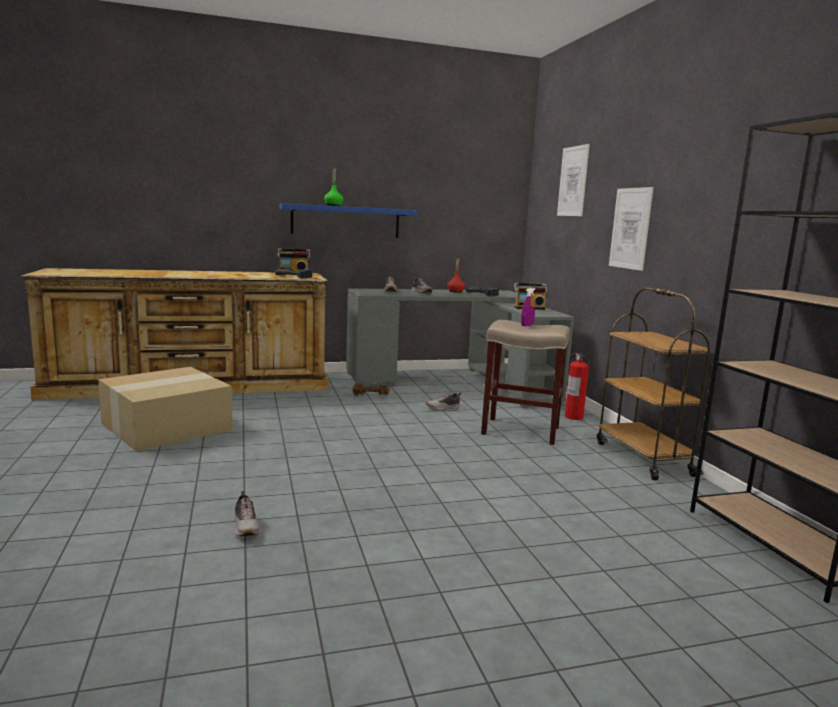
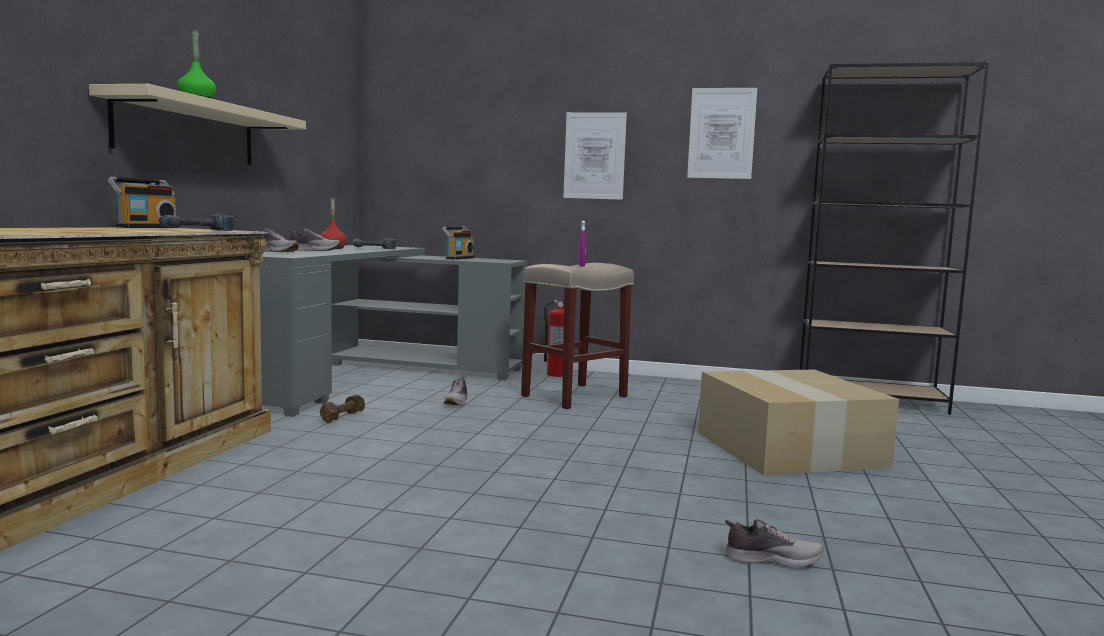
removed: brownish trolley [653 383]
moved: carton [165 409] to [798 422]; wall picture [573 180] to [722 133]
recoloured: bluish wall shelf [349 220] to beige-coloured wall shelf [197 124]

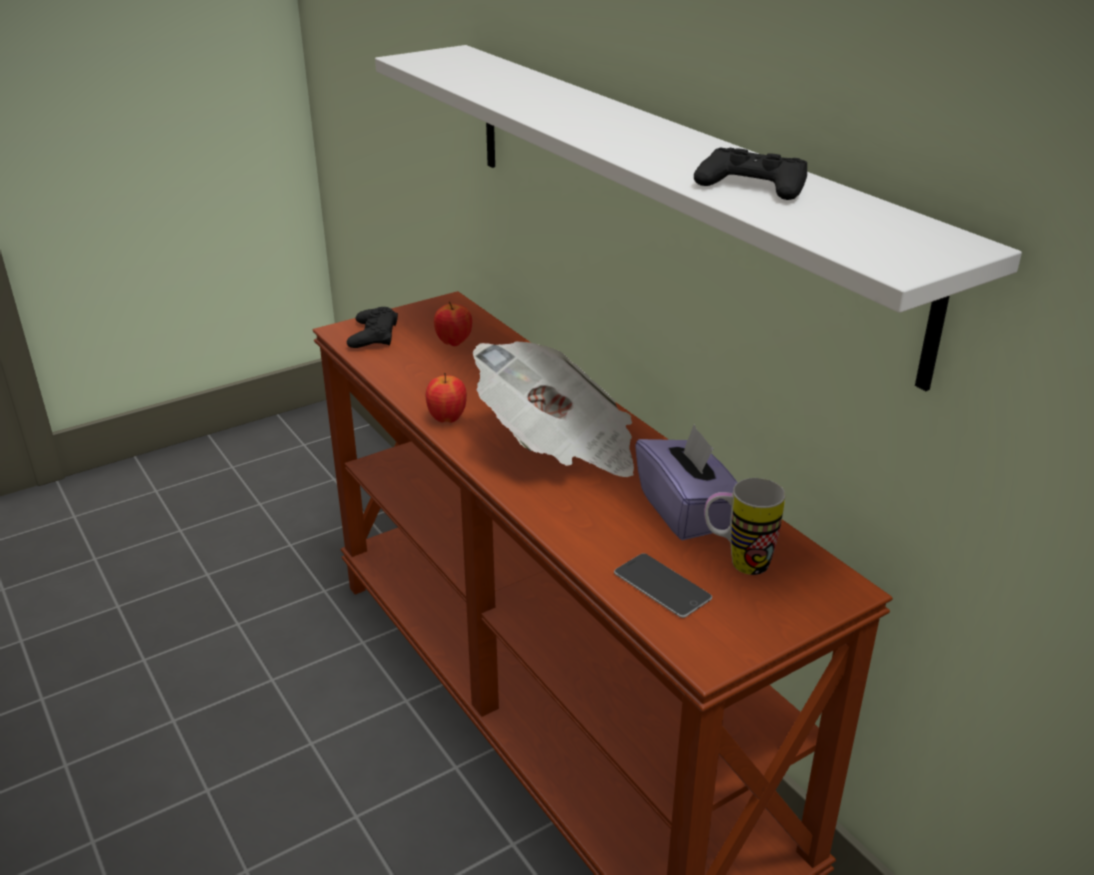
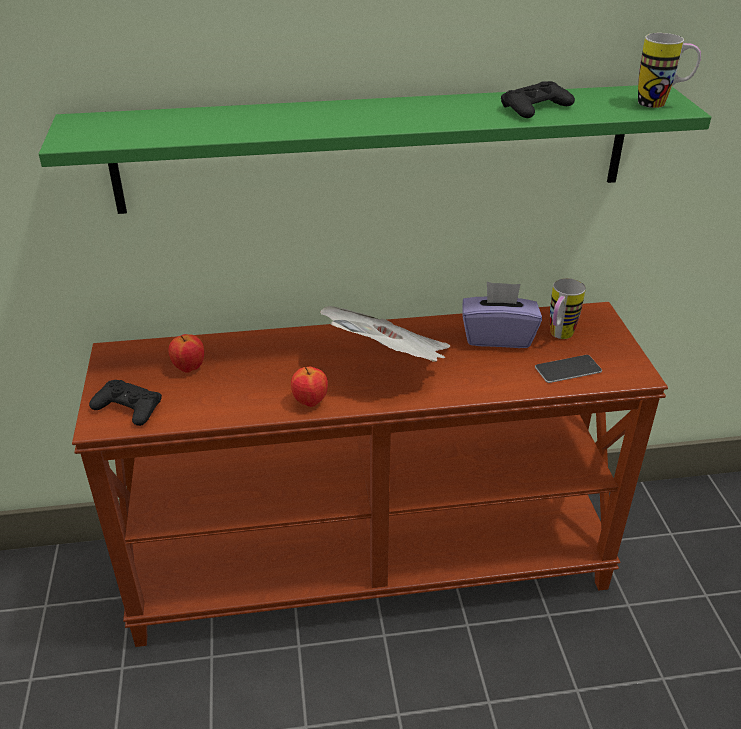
added: coffee mug [669 70]
recoloured: white-coloured wall shelf [698 218] to greenish wall shelf [375 149]

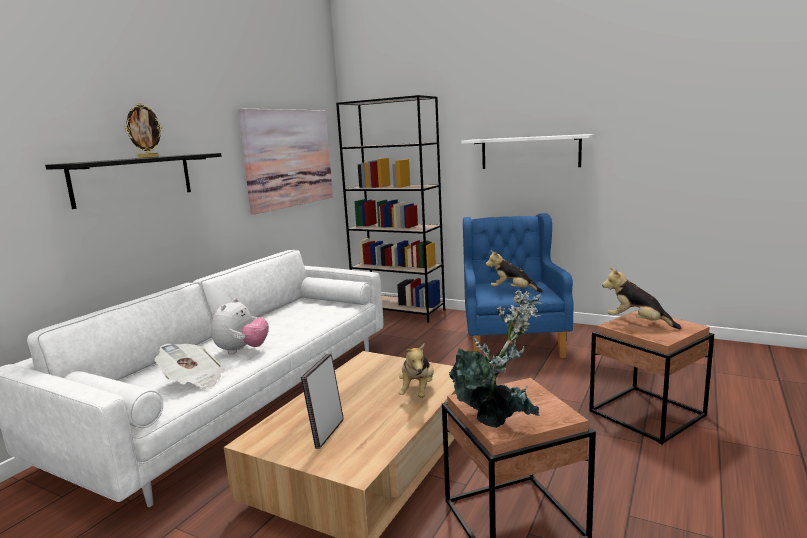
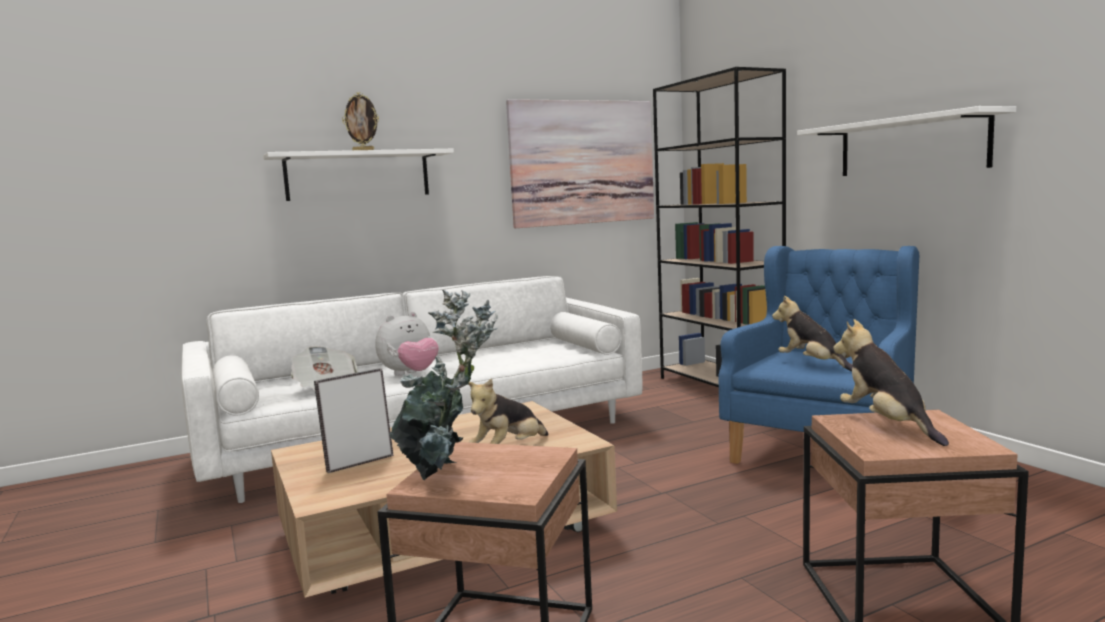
recoloured: black-coloured wall shelf [133 181] to white-coloured wall shelf [358 175]

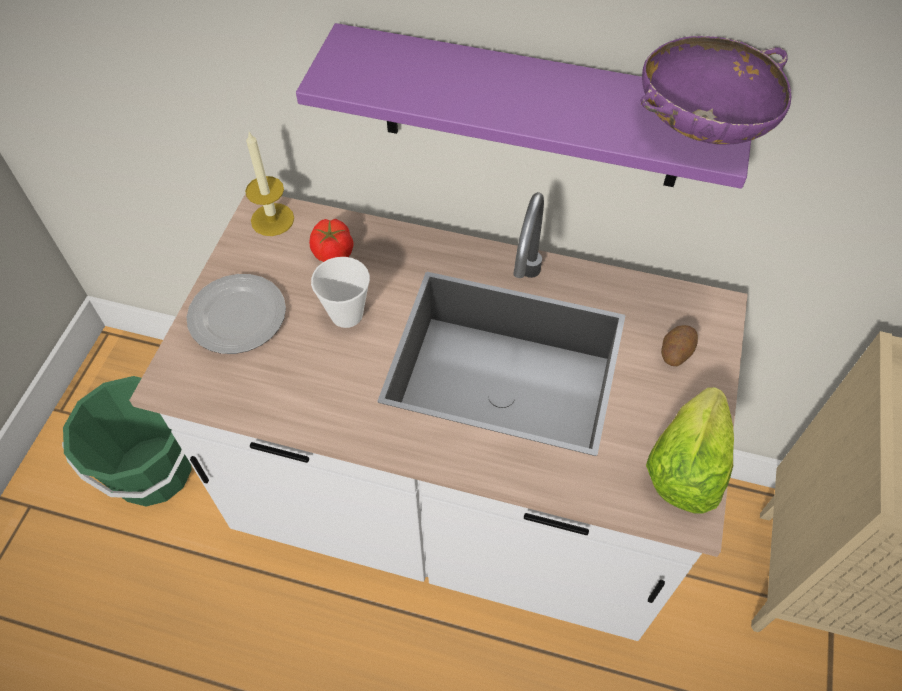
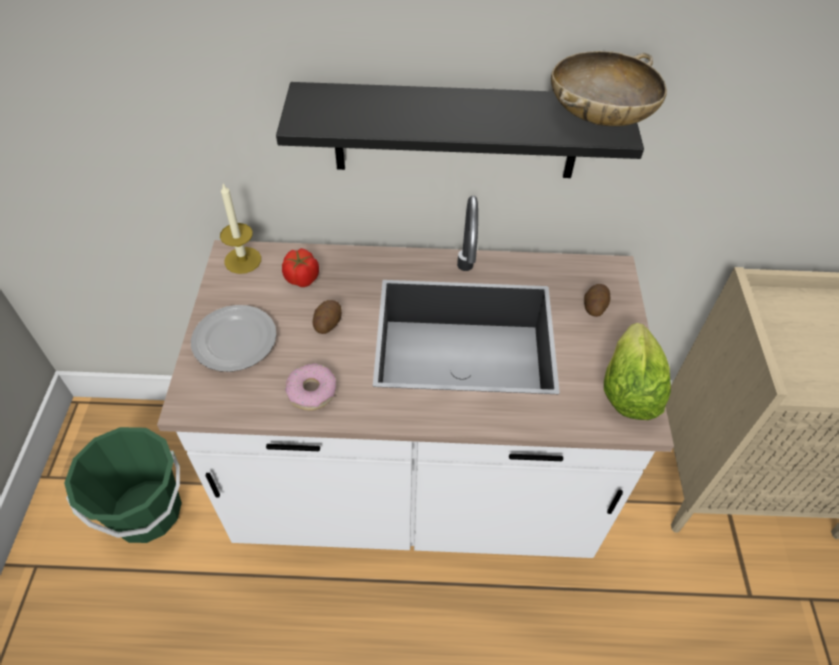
added: ring doughnut [310 387]
replaced: drinking cup [340 292] to potato [327 317]
recoloured: purple wall shelf [523 106] to black-coloured wall shelf [460 130]; purple deep dish [715 90] to beige-coloured deep dish [609 88]

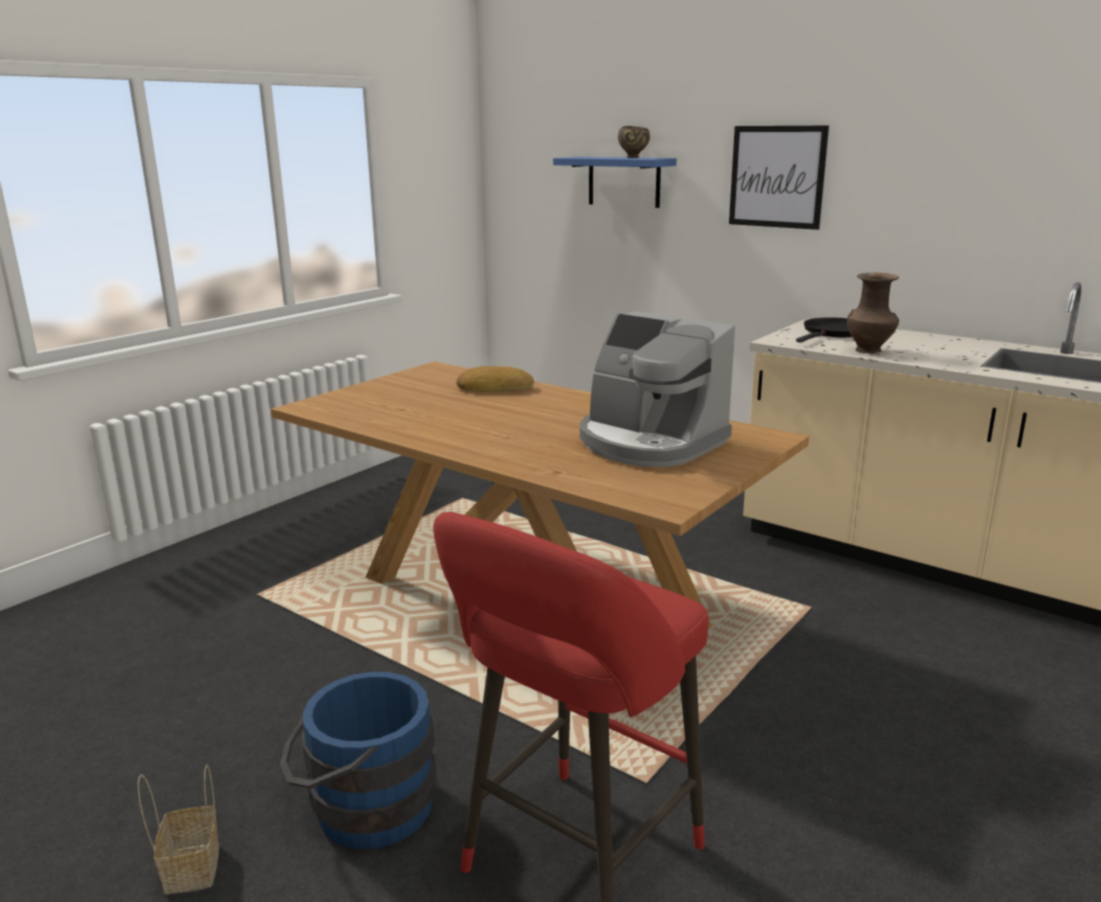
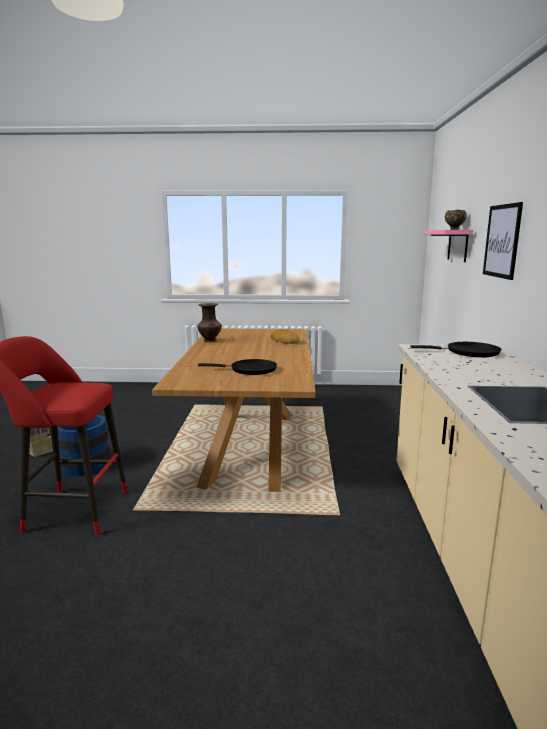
moved: brownish vase [873 313] to [209 322]
replaced: coffee maker [657 389] to black-coloured skillet [237 367]
recoloured: bluish wall shelf [615 182] to pink wall shelf [448 246]

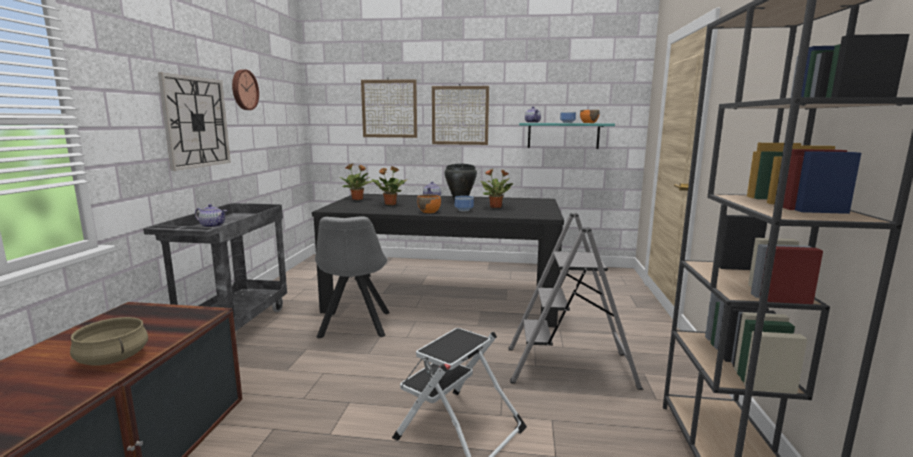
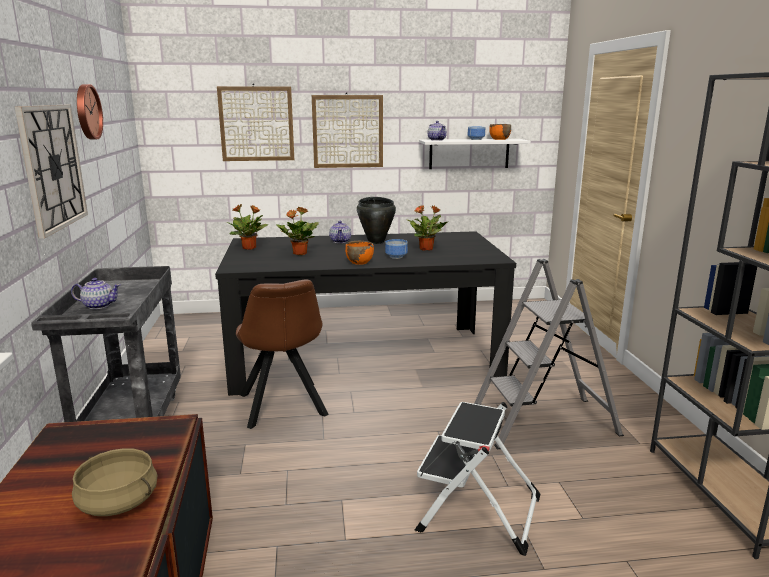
recoloured: gray plain chair [352 277] to brownish plain chair [282 354]; turquoise-coloured wall shelf [567 136] to white-coloured wall shelf [475 154]

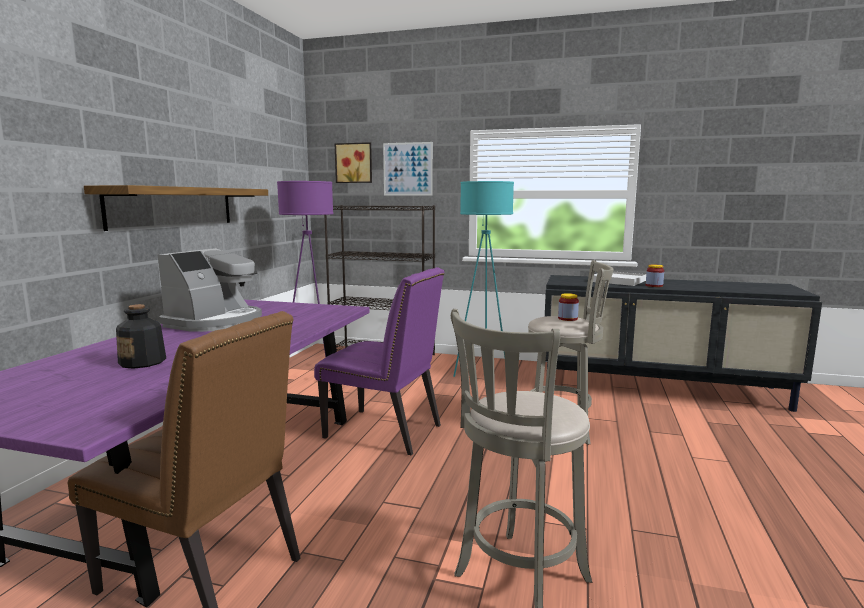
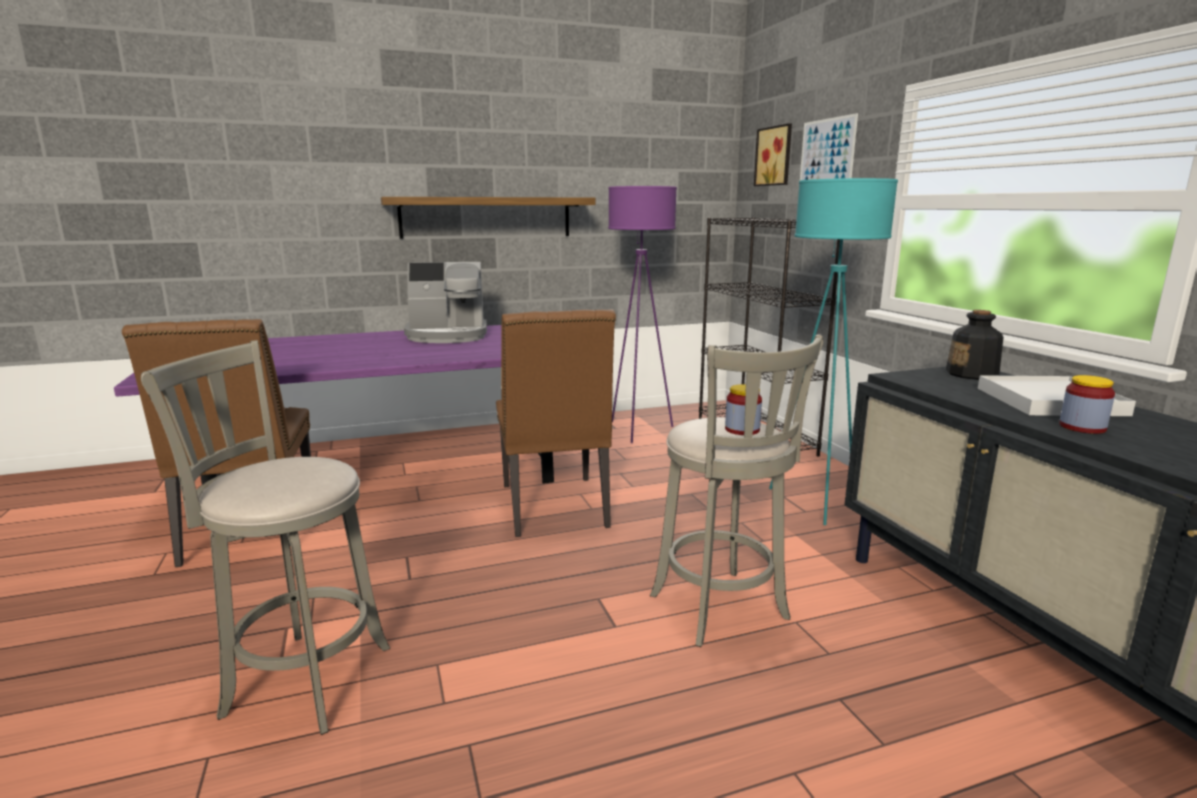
moved: bottle [141 336] to [974 345]
recoloured: purple plain chair [379 361] to brownish plain chair [556 423]

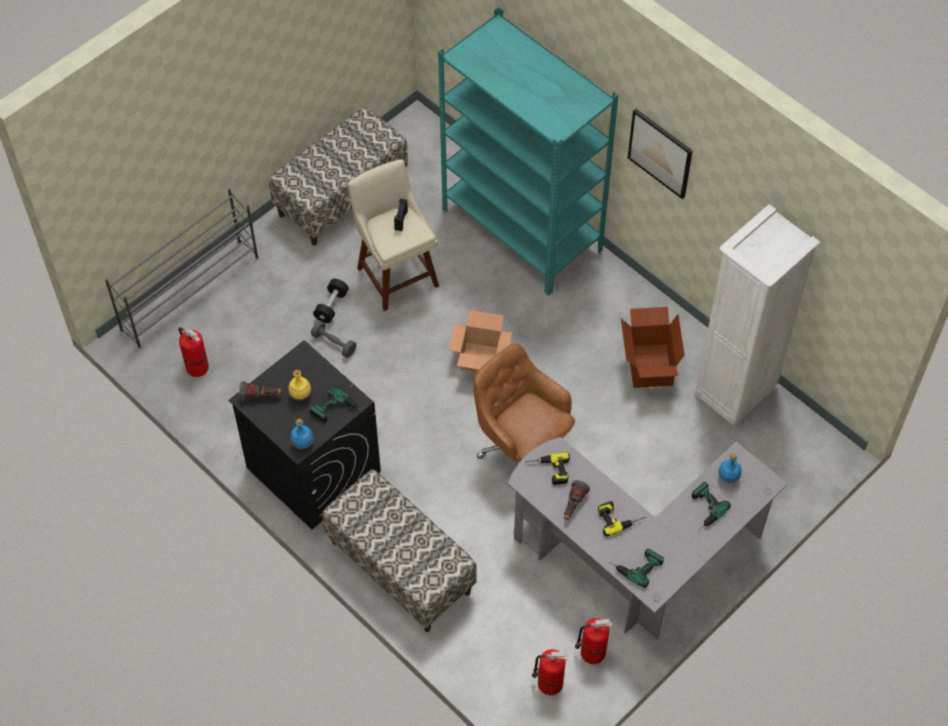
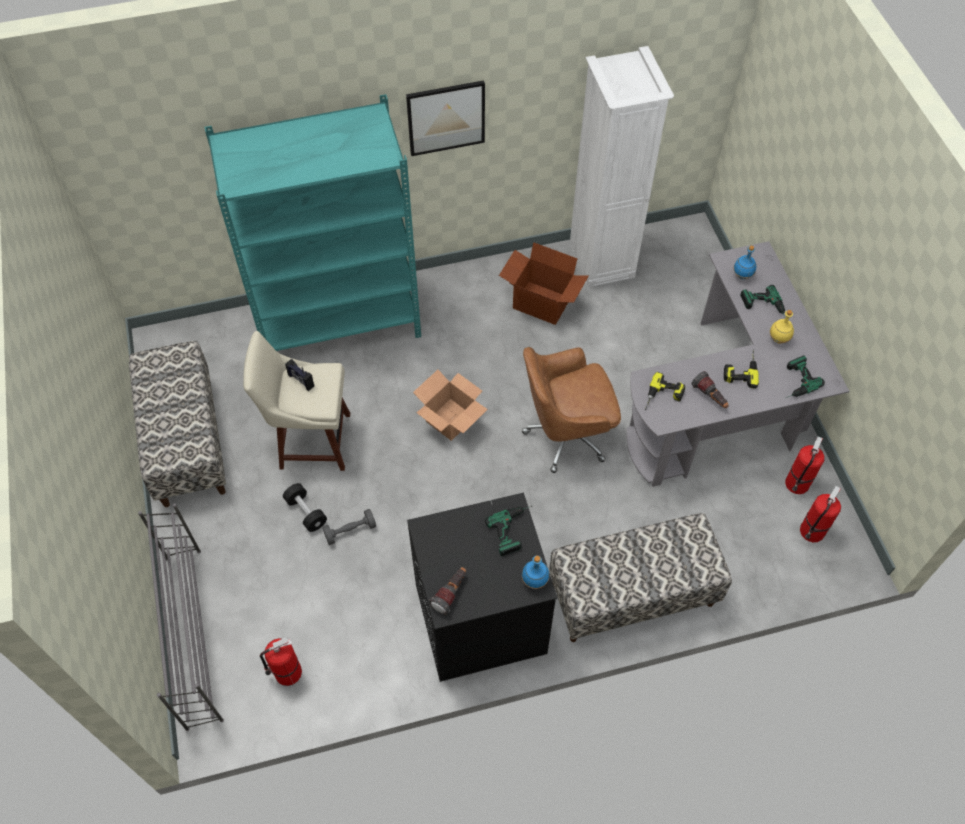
moved: yellow bottle [299 385] to [782 327]

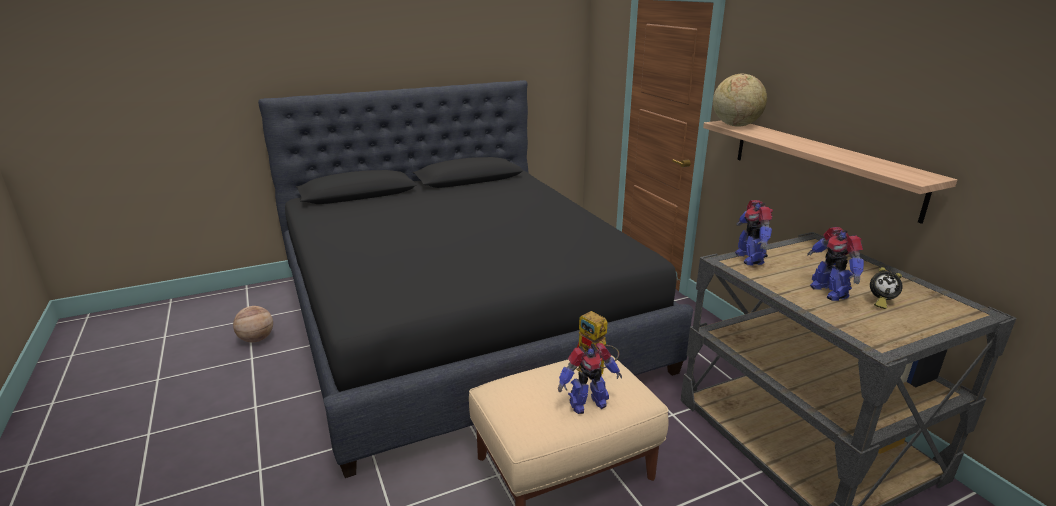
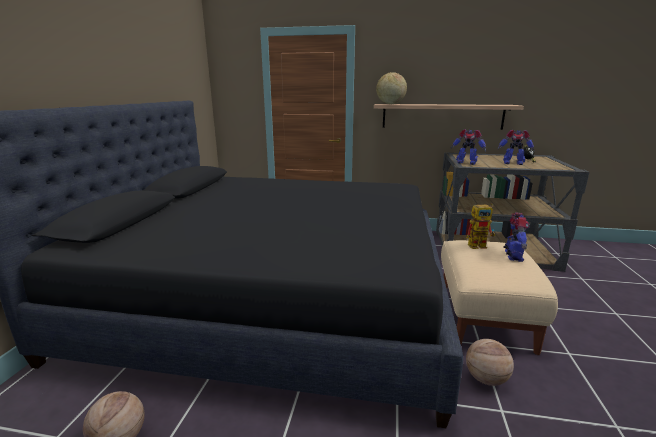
added: basketball [490 362]

